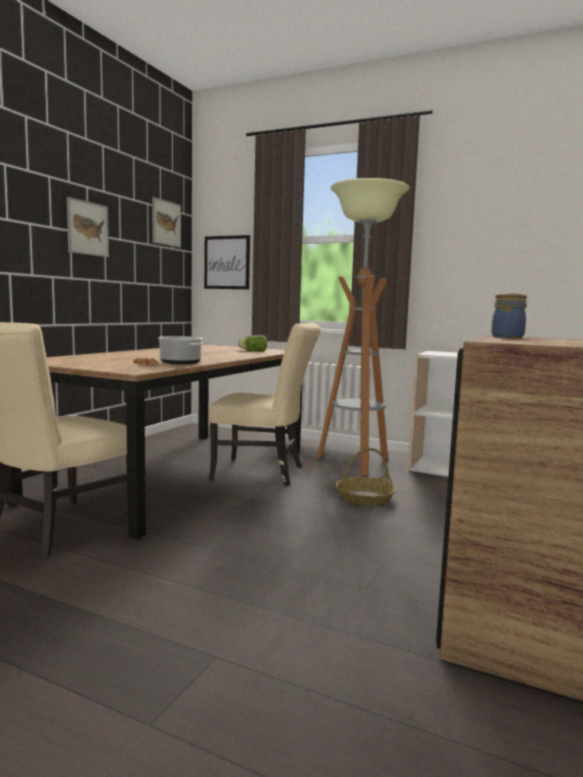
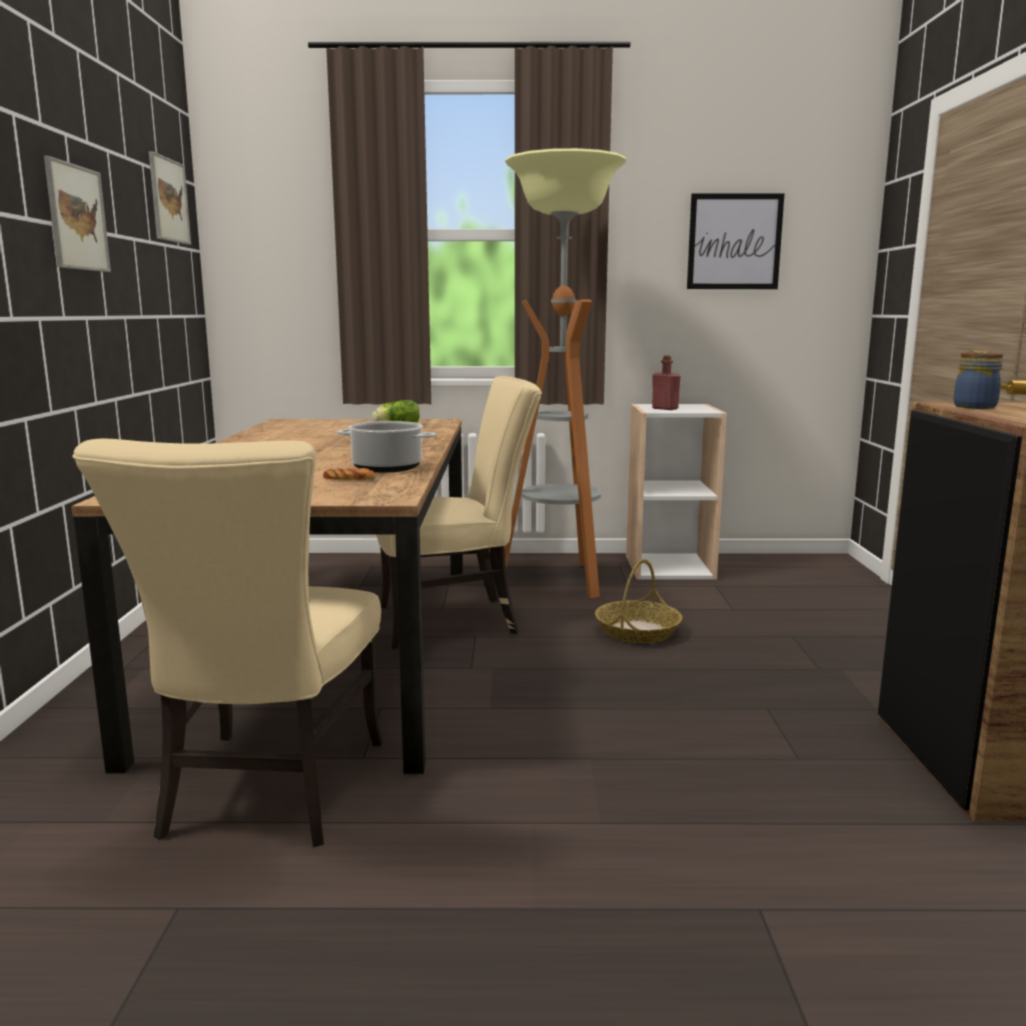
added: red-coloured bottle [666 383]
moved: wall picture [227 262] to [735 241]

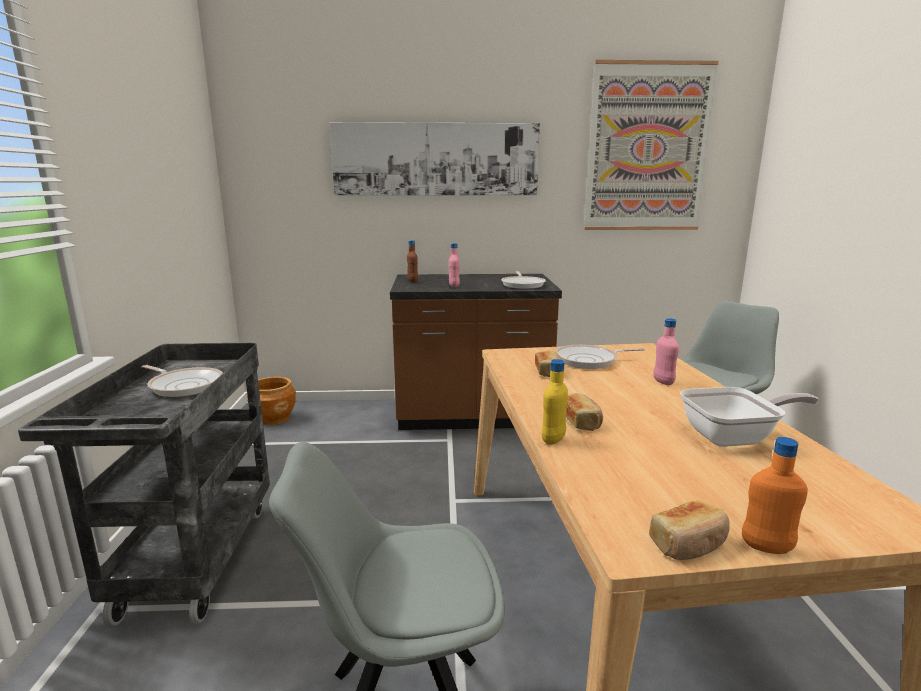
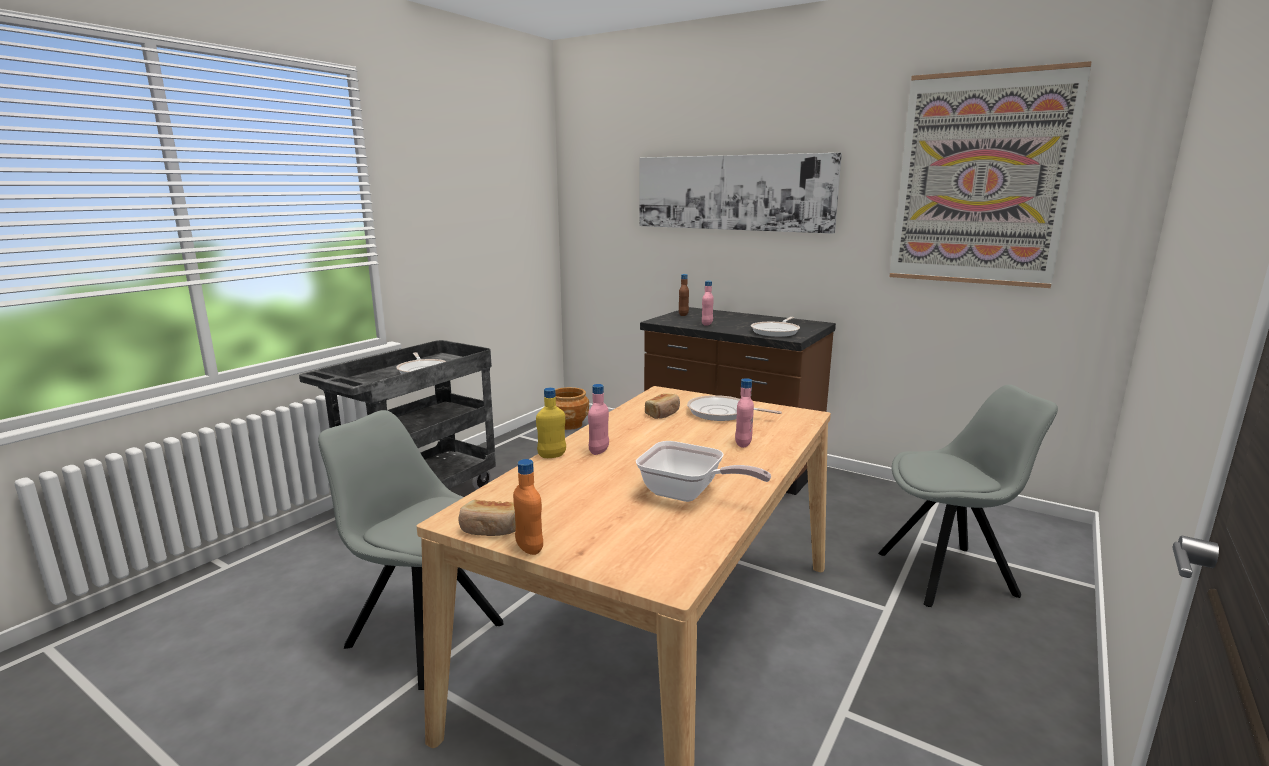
replaced: baked bread [584 412] to pink bottle [598 419]

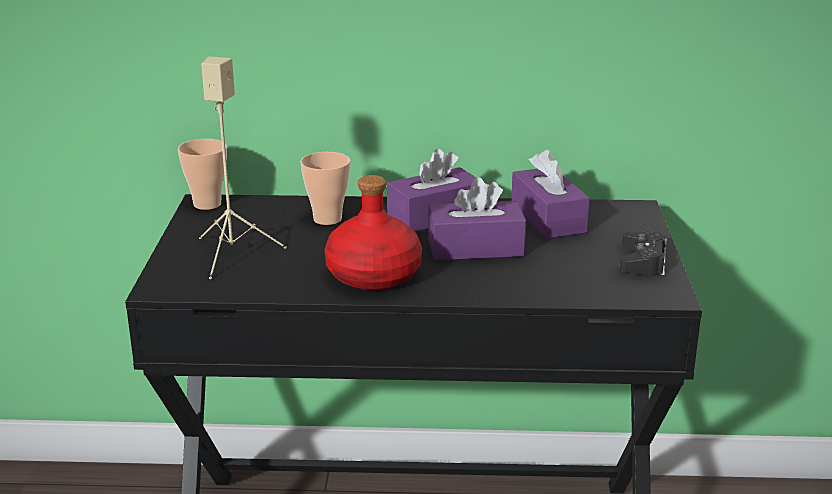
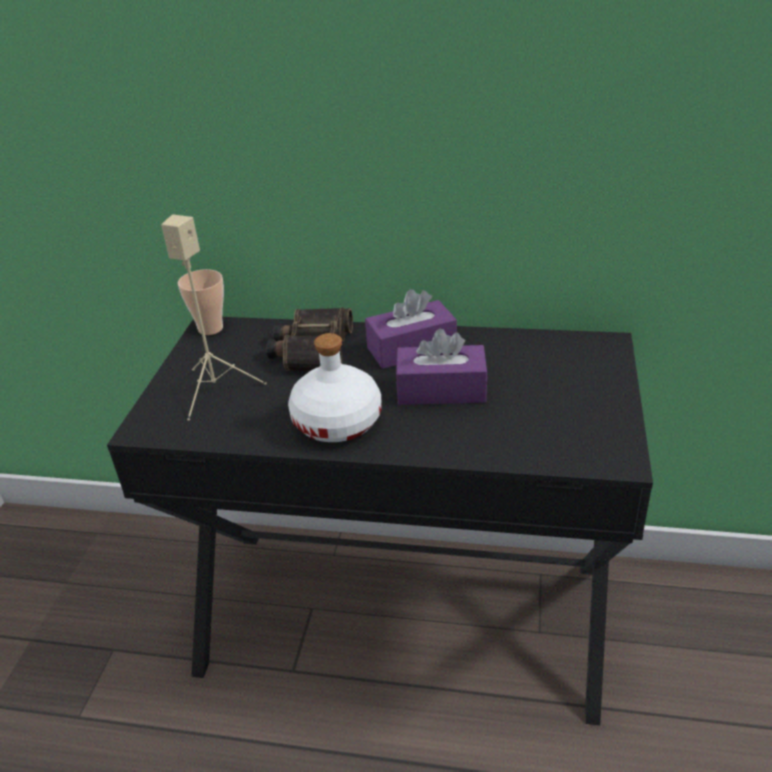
removed: purple tissue holder [550 194]; black-coloured gamepad [643 253]
replaced: drinking cup [325 188] to pair of binoculars [310 339]
recoloured: red-coloured bottle [373 232] to white-coloured bottle [334 387]

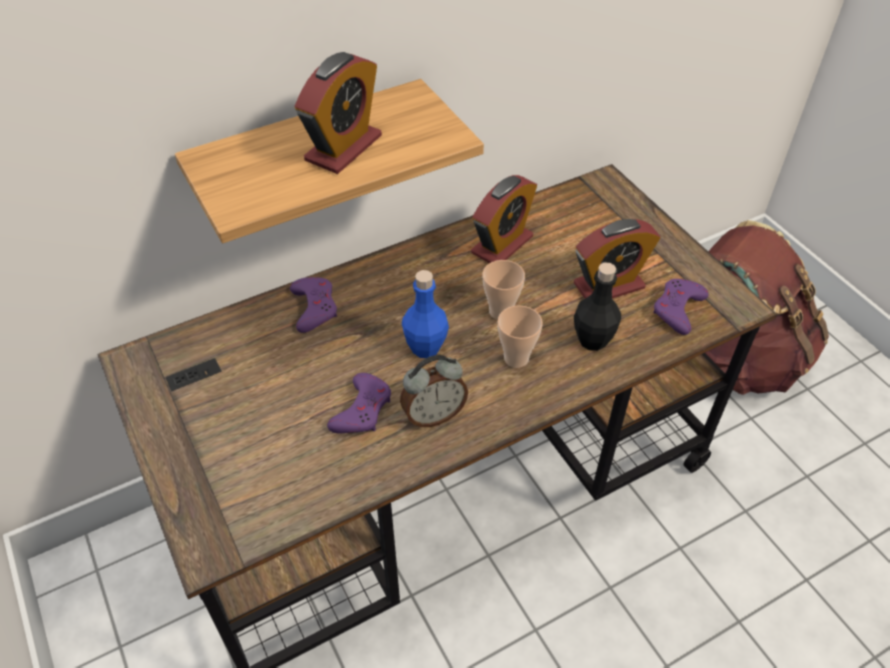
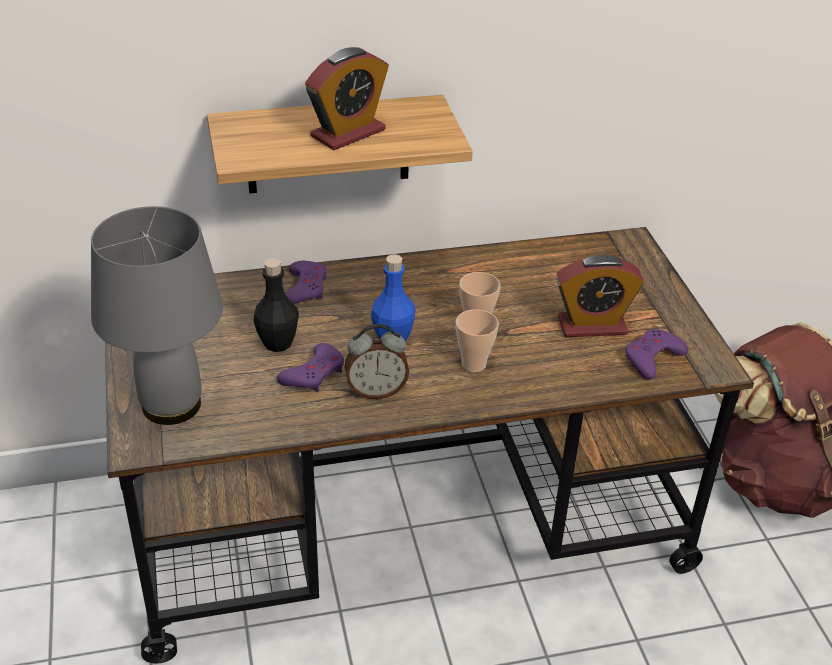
removed: bedside clock [504 219]
added: gray lamp for a table [157 315]
moved: black-coloured bottle [597 307] to [276 305]

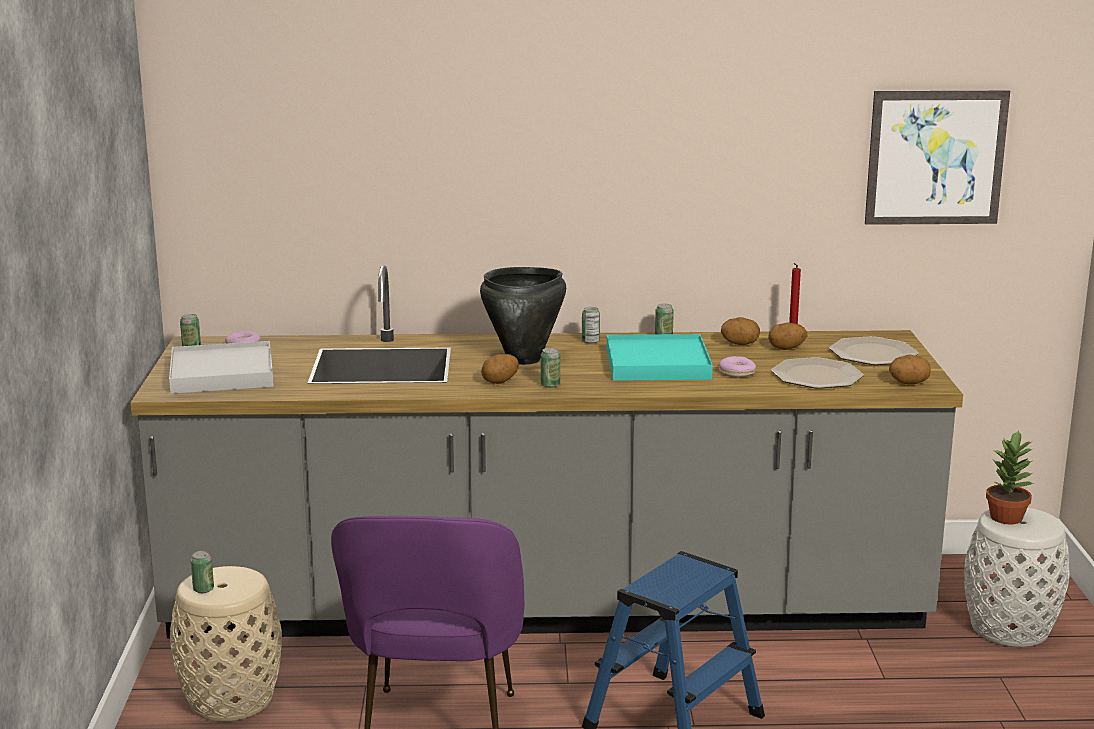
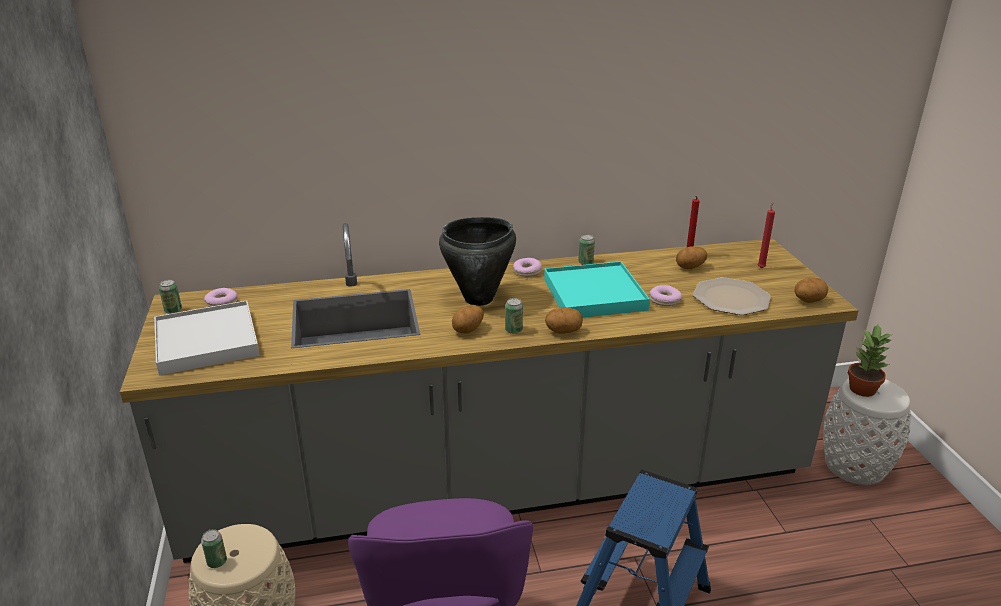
removed: wall picture [937 158]
moved: potato [740 331] to [564 320]
replaced: sealed can [591 325] to ring doughnut [527 267]; dinner plate [874 350] to red-coloured wax candle [766 235]

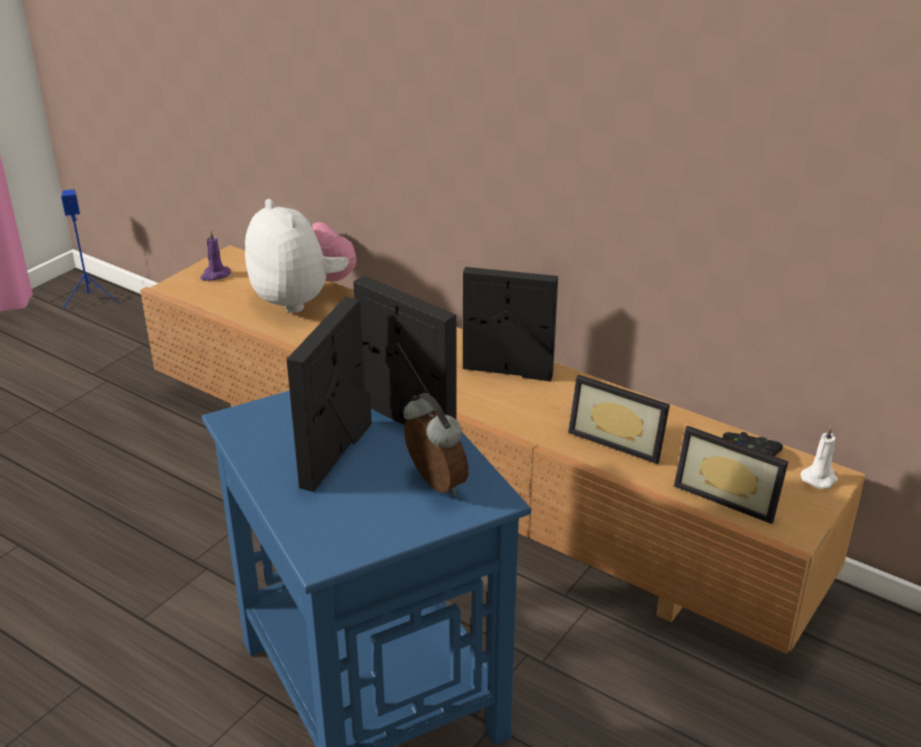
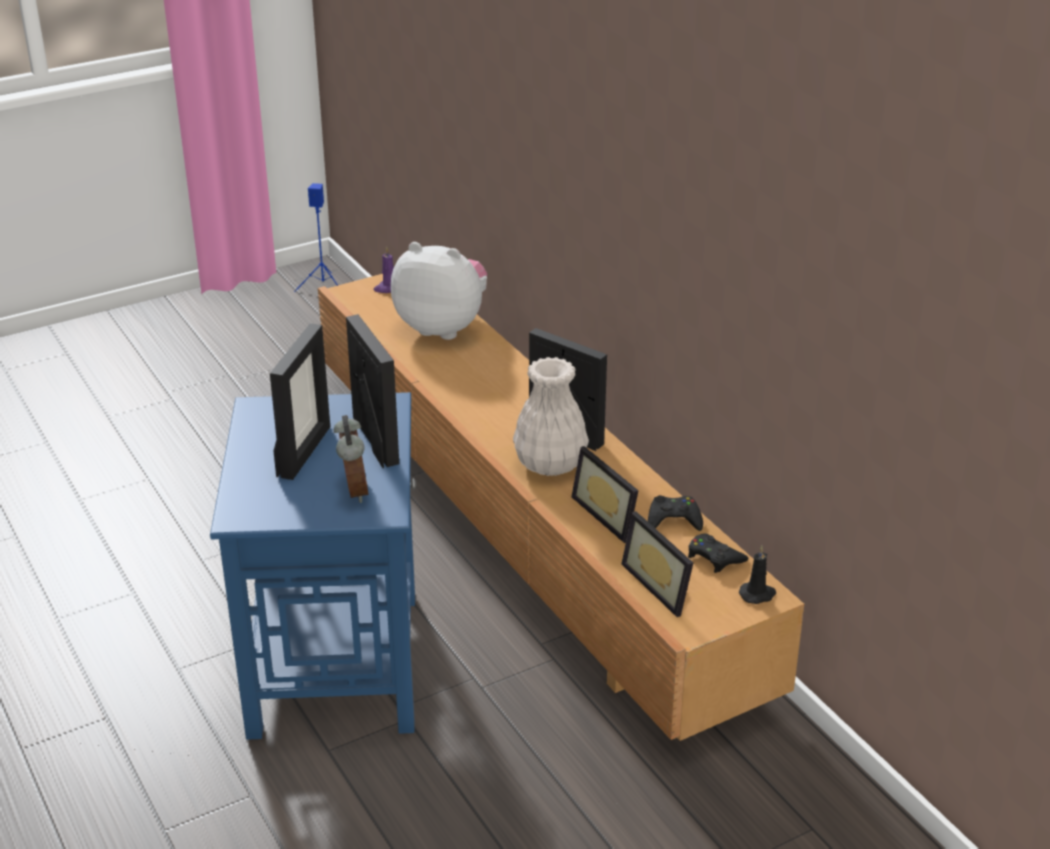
added: white-coloured vase [551 416]; black-coloured gamepad [675 513]
recoloured: white-coloured wax candle [819 457] to black-coloured wax candle [757 574]
turned: plush toy [300 256] = [439 291] 60 degrees counterclockwise; standing frame [329 394] = [300 401] 150 degrees clockwise

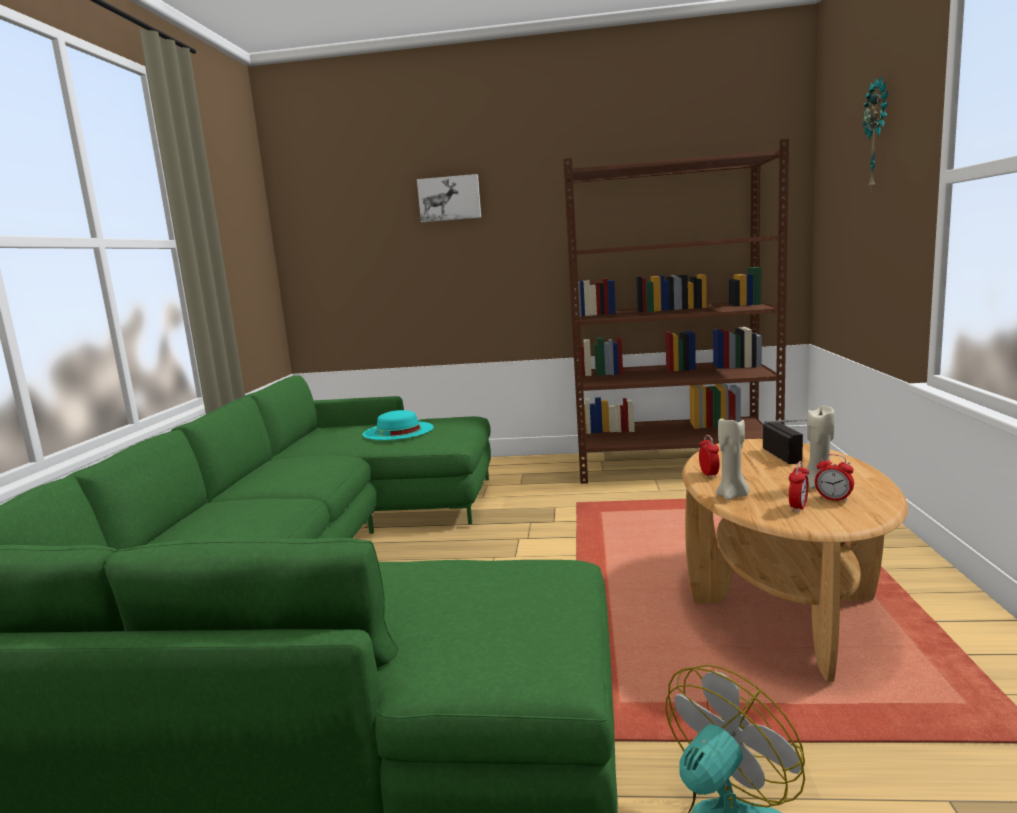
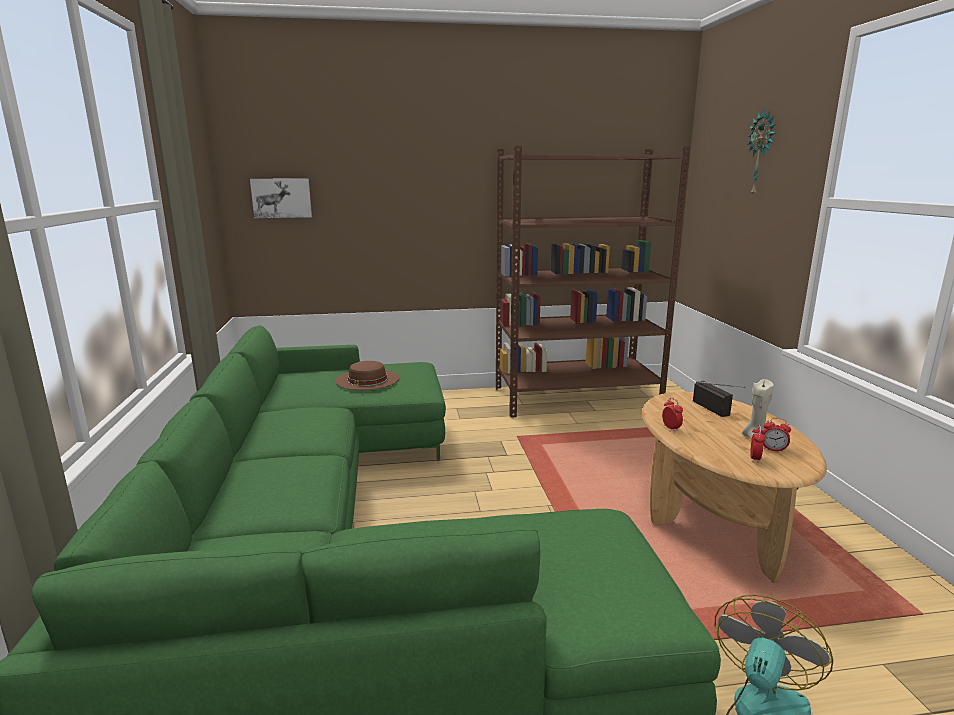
removed: beige-coloured wax candle [733 458]
moved: wall picture [449 198] to [281 198]
recoloured: turquoise-coloured wearable hat [398 425] to brownish wearable hat [367 375]

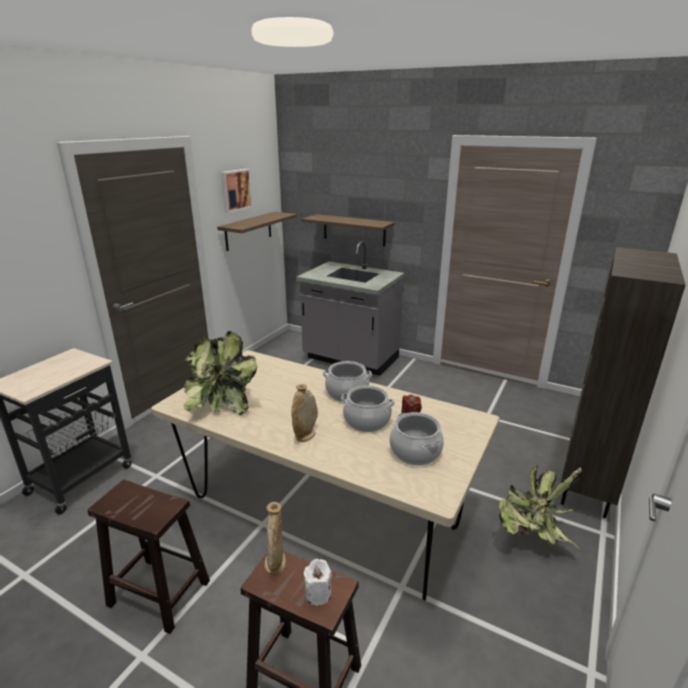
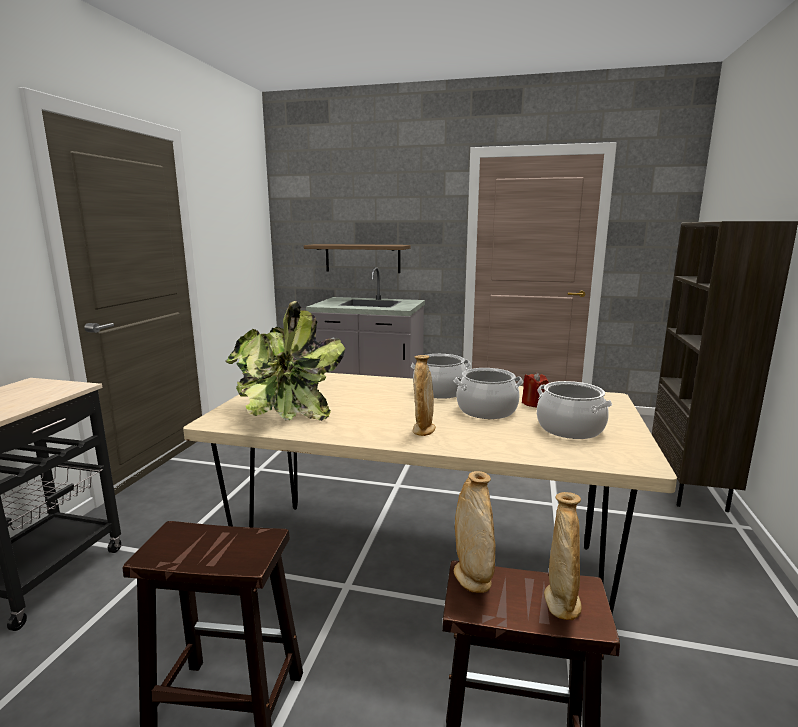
removed: wall shelf [257 231]; wall picture [237 191]; plant in a pot [541 506]
replaced: white-coloured wax candle [318 582] to beige-coloured vase [563 556]

